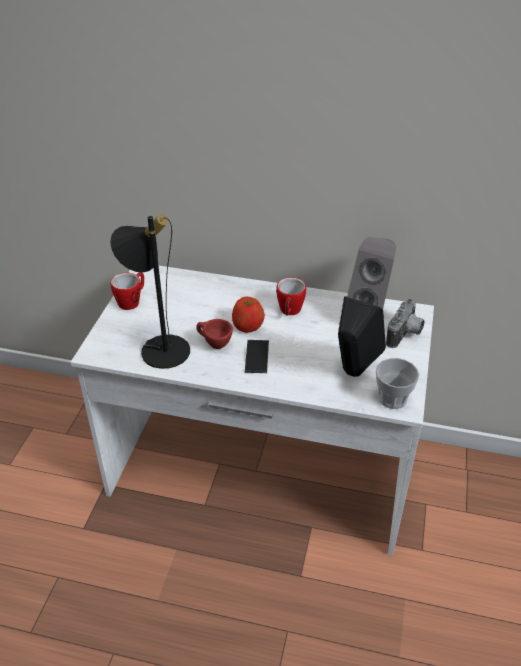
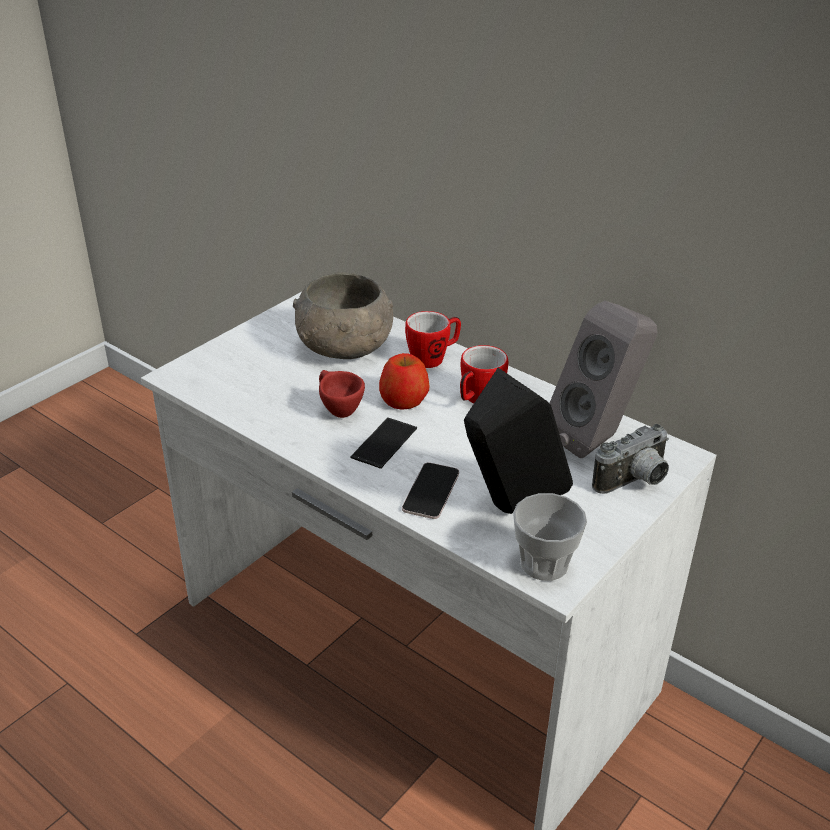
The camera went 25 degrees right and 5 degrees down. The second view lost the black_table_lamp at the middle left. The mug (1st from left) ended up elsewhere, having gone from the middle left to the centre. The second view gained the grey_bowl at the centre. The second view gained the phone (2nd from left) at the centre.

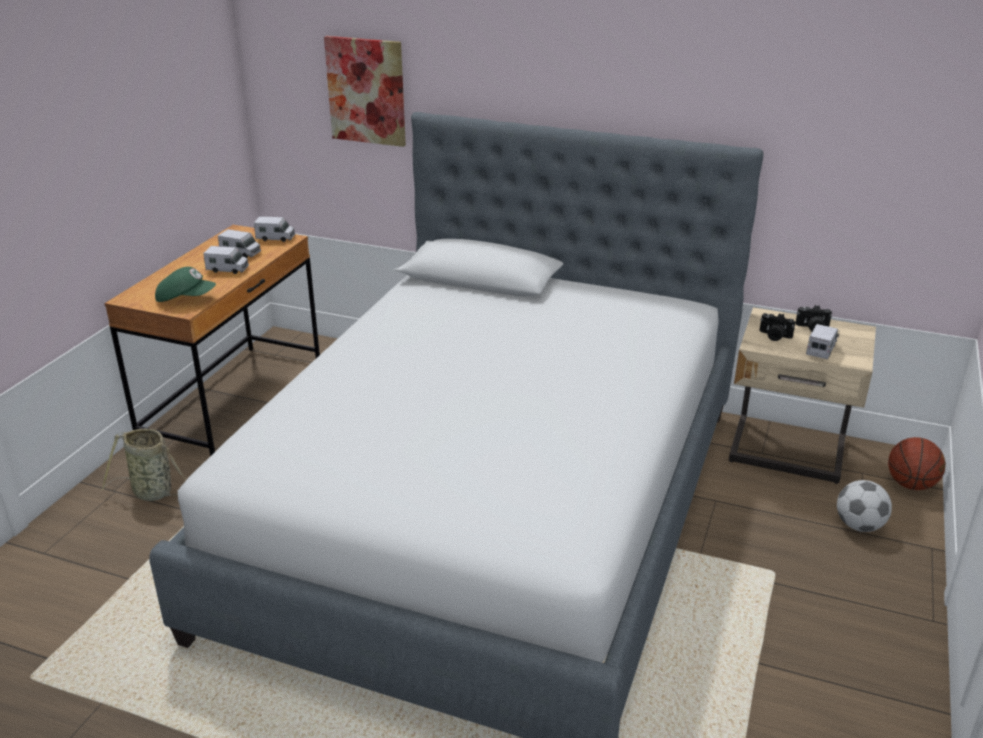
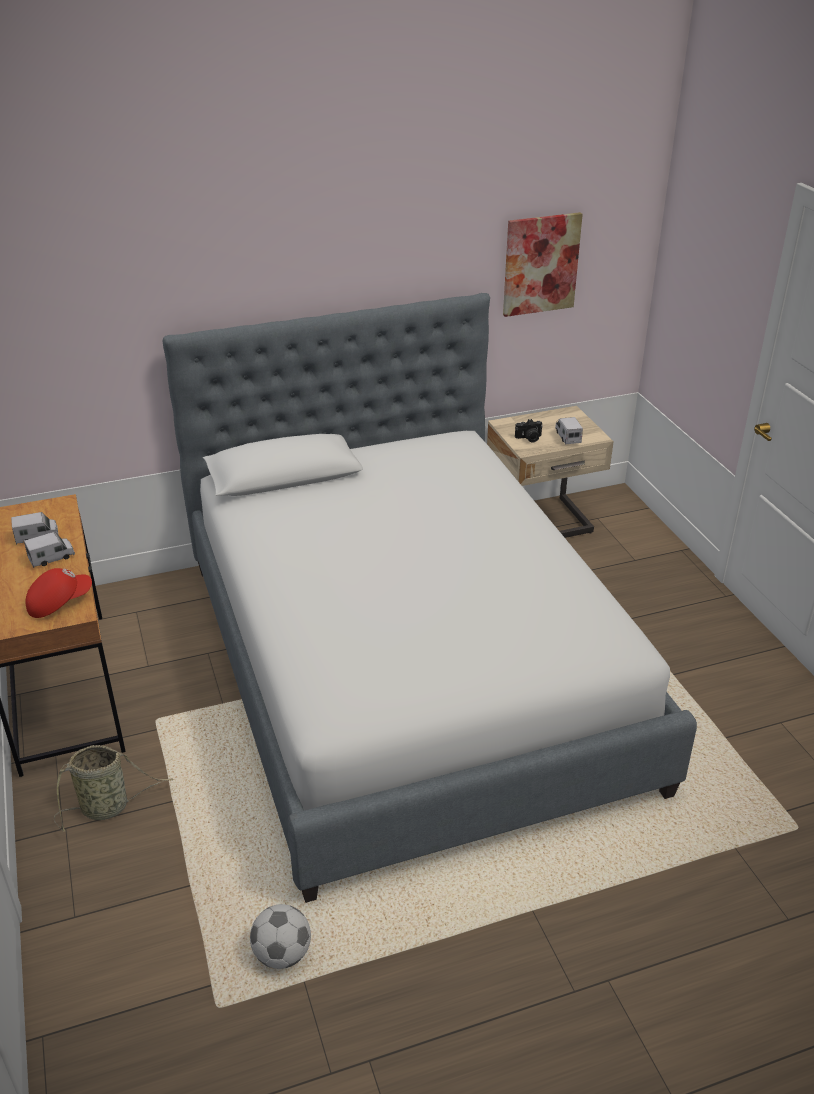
The camera went 40 degrees left and 5 degrees up. The picture ended up elsewhere, having gone from the top centre to the top right. The second view lost the toy_truck (3rd from left) at the top left. What was the green_cap at the middle left turned into the red_cap at the middle left. The second view lost the photo_camera (2nd from left) at the middle right. The second view lost the basketball at the middle right. The football ended up elsewhere, having gone from the bottom right to the bottom centre.

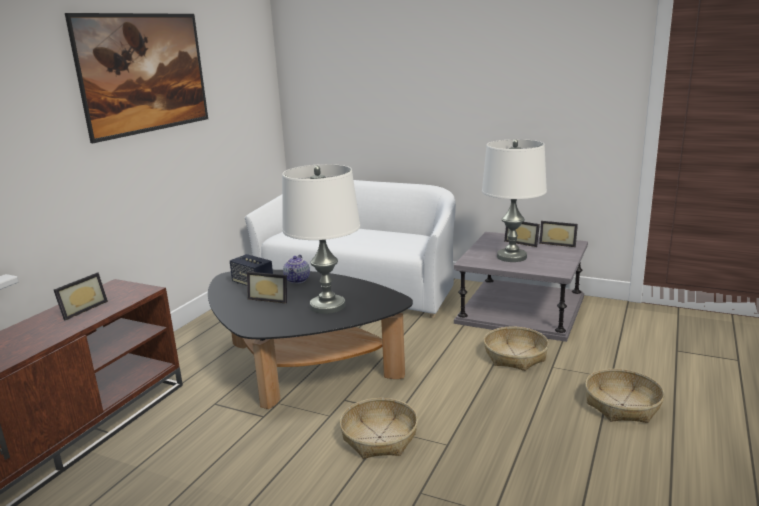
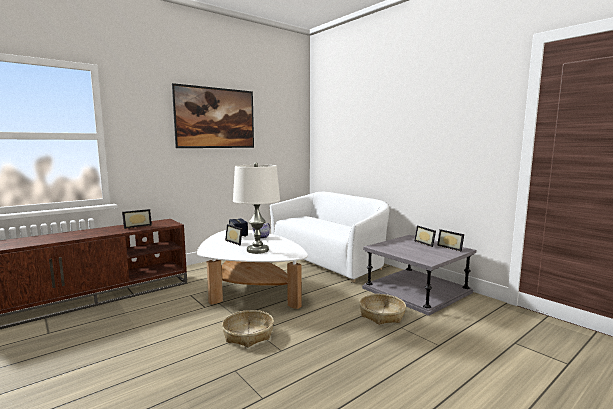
The camera went 25 degrees right and 10 degrees down. The second view lost the white_table_lamp (2nd from left) at the middle right. What was the black_coffee_table at the bottom centre turned into the white_coffee_table at the centre. The second view lost the basket (3rd from left) at the bottom right.

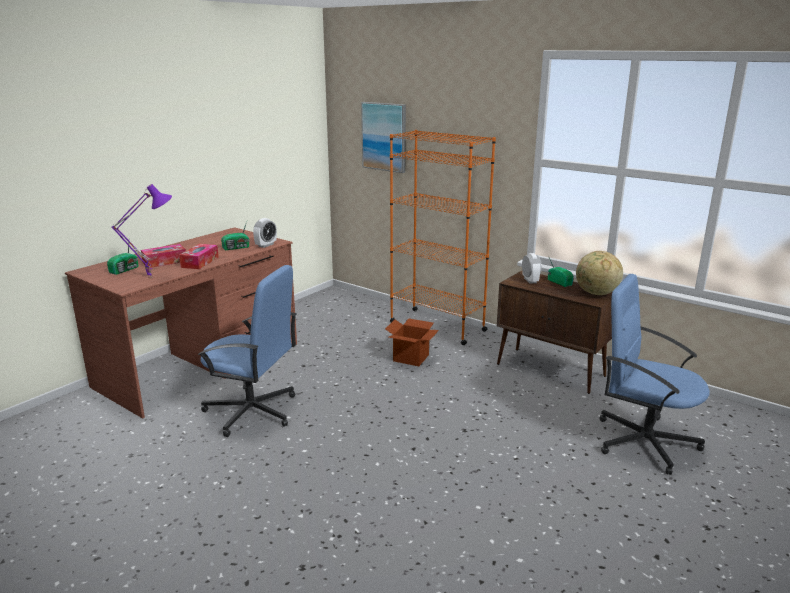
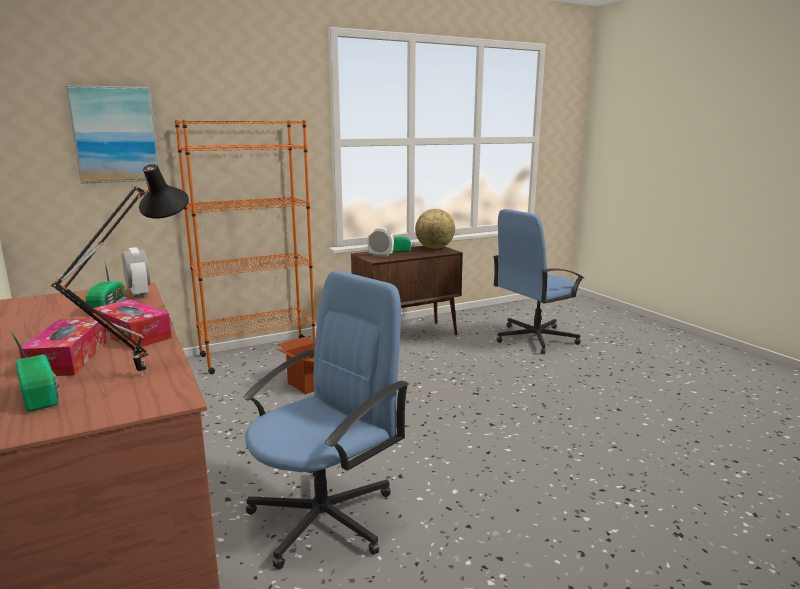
The camera went 65 degrees left and 5 degrees down. What was the purple_table_lamp at the middle left turned into the black_table_lamp at the middle left.

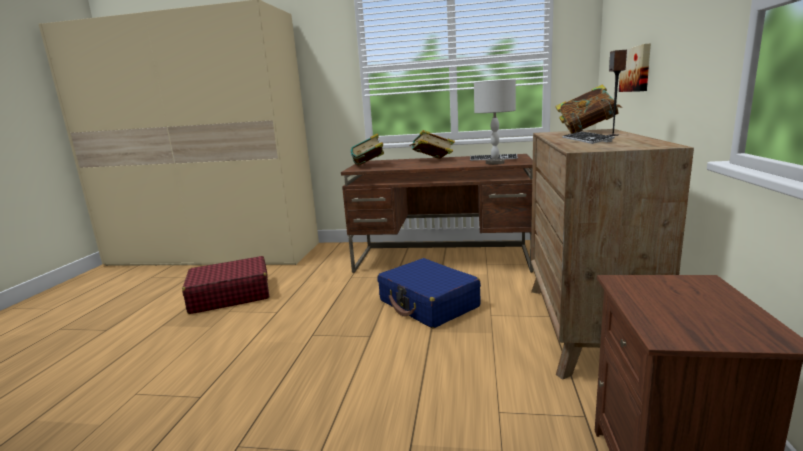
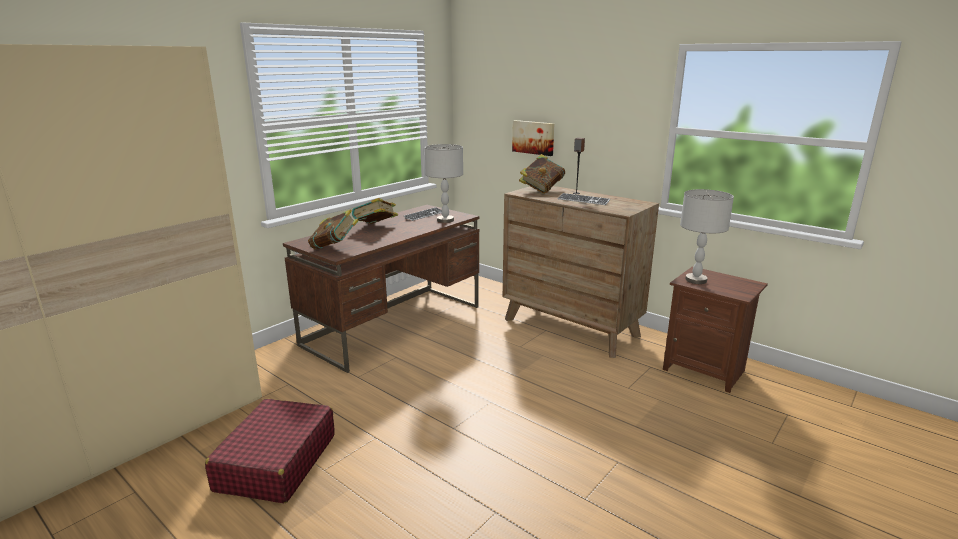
The camera went 60 degrees left and 5 degrees up. The second view lost the blue_suitcase at the centre. The second view gained the grey_table_lamp (2nd from left) at the middle right.

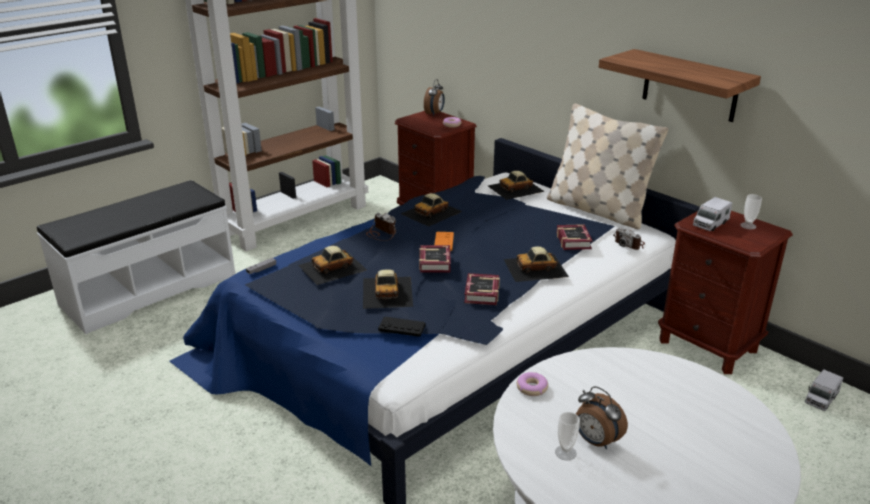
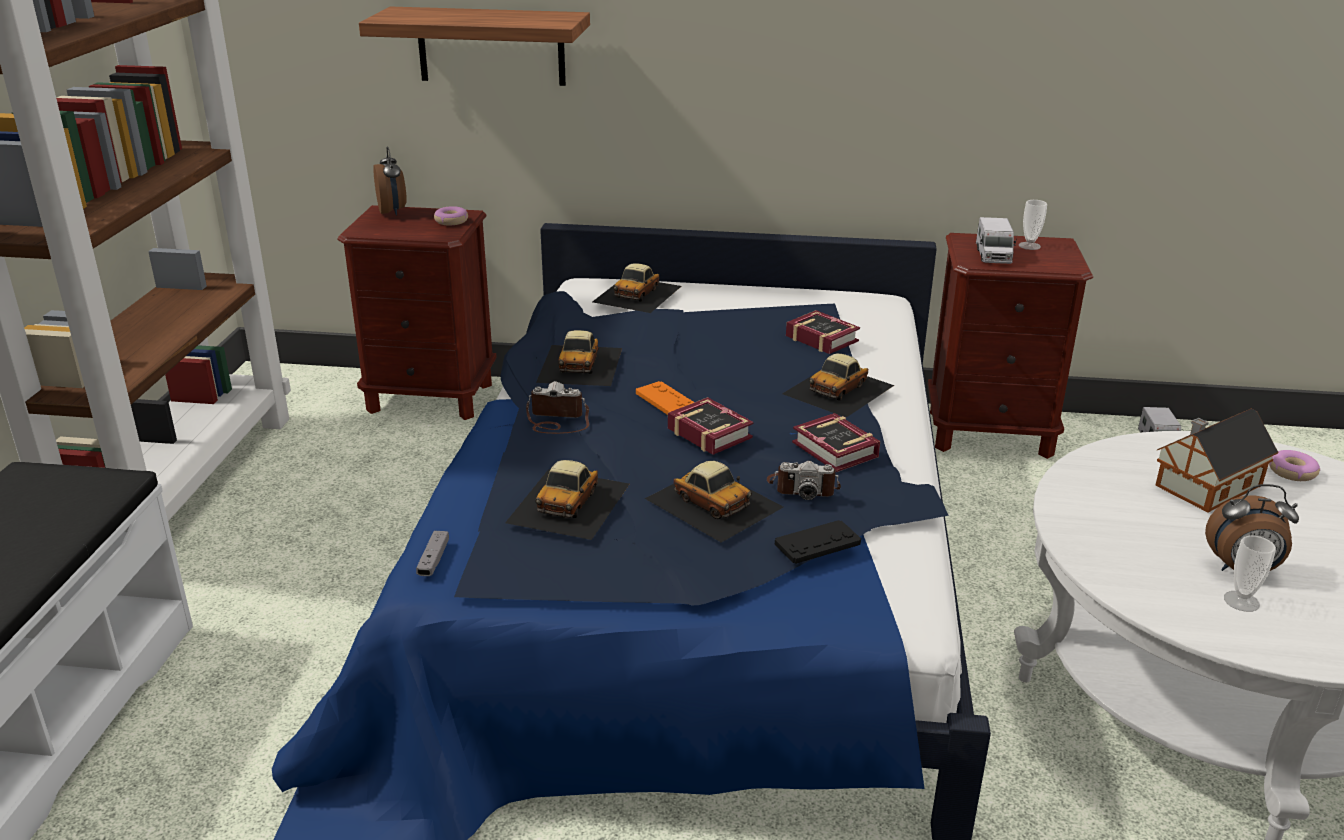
The camera went 40 degrees left and 0 degrees up. The shelf ended up elsewhere, having gone from the top right to the top centre. The second view lost the beige_pillow at the top right. The photo_camera (2nd from left) ended up elsewhere, having gone from the middle right to the centre. The donut (2nd from left) ended up elsewhere, having gone from the bottom centre to the middle right. The second view gained the toy_house at the middle right.

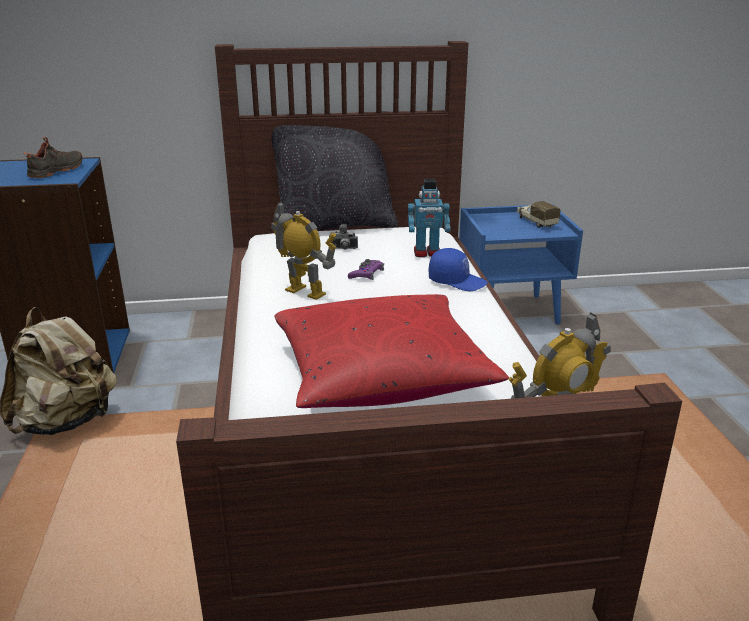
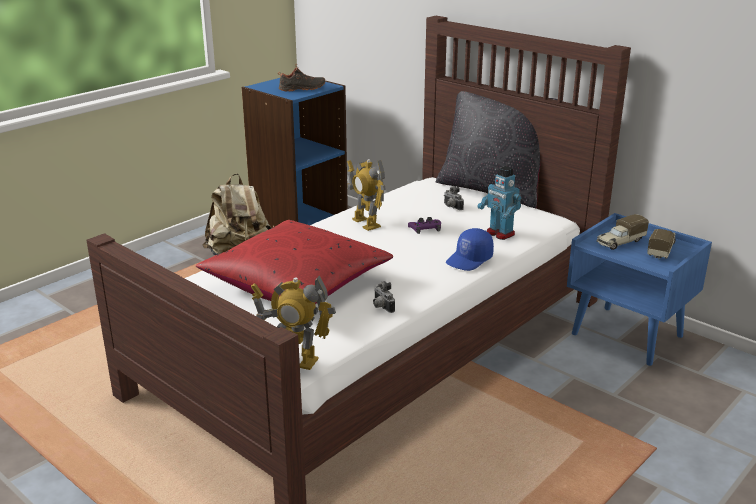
The camera went 50 degrees right and 0 degrees up. The toy_robot (1st from left in the first image) at the centre ended up facing another way, 150 degrees clockwise from before. The blue_cap at the centre ended up facing another way, 60 degrees clockwise from before. The second view gained the toy_truck (1st from left) at the middle right. The second view gained the photo_camera (1st from left) at the centre.

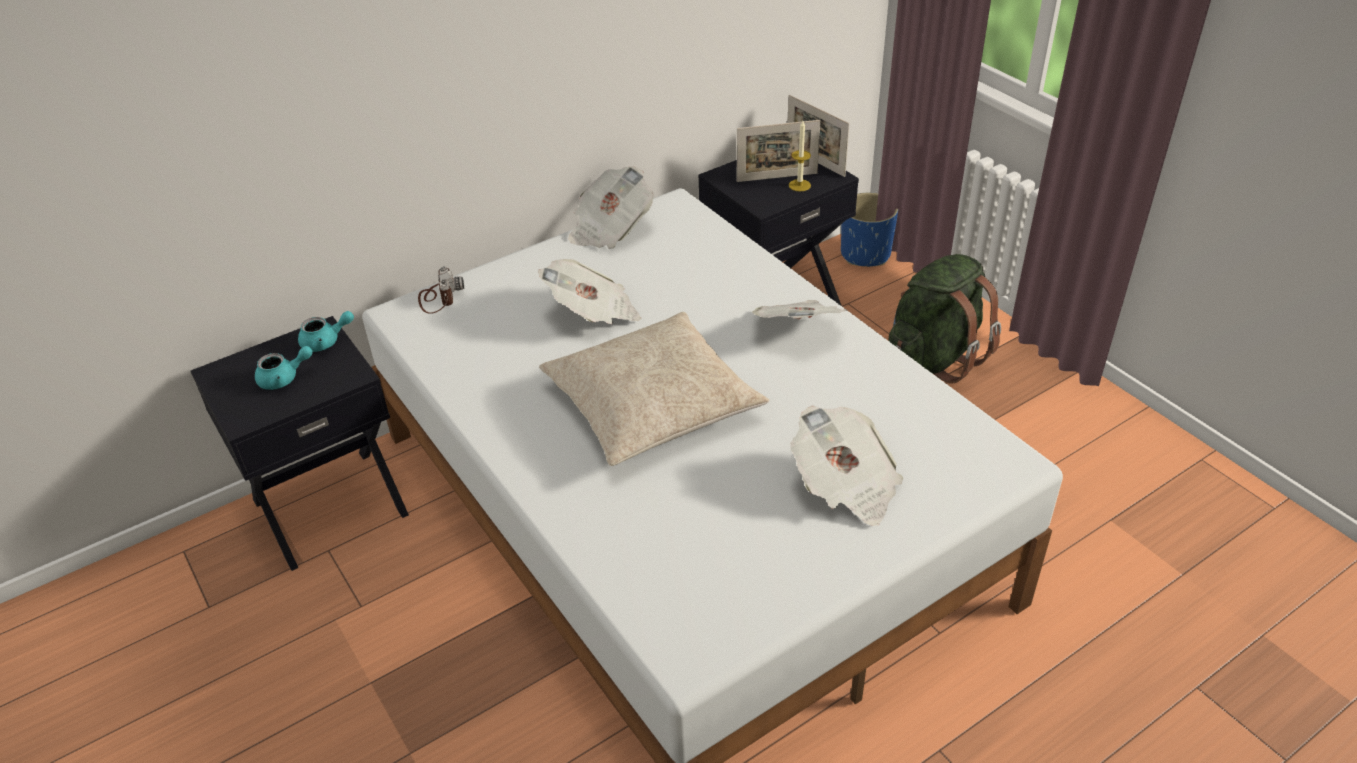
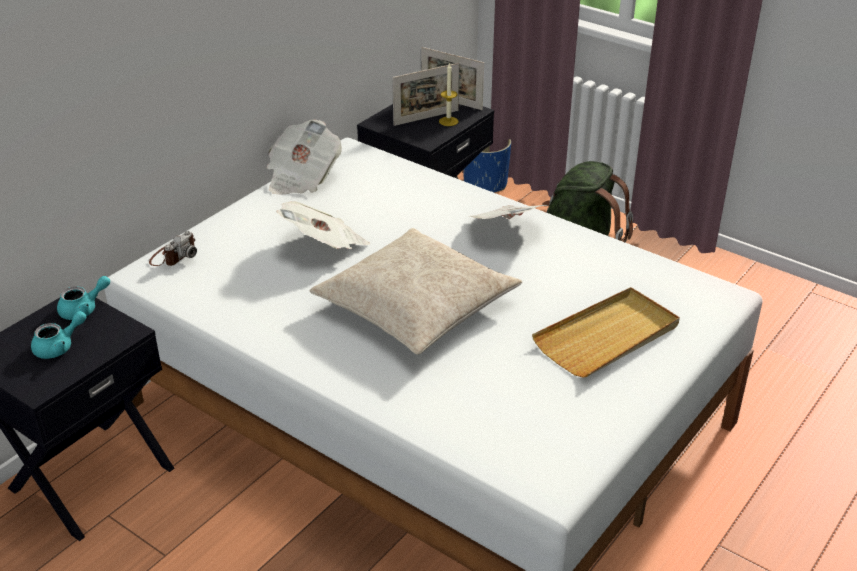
The camera went 20 degrees left and 5 degrees down. The photo_camera at the middle left ended up facing another way, 60 degrees clockwise from before. Where the newspaper (4th from left) stood at the centre, the beige_tray came to stand at the middle right.

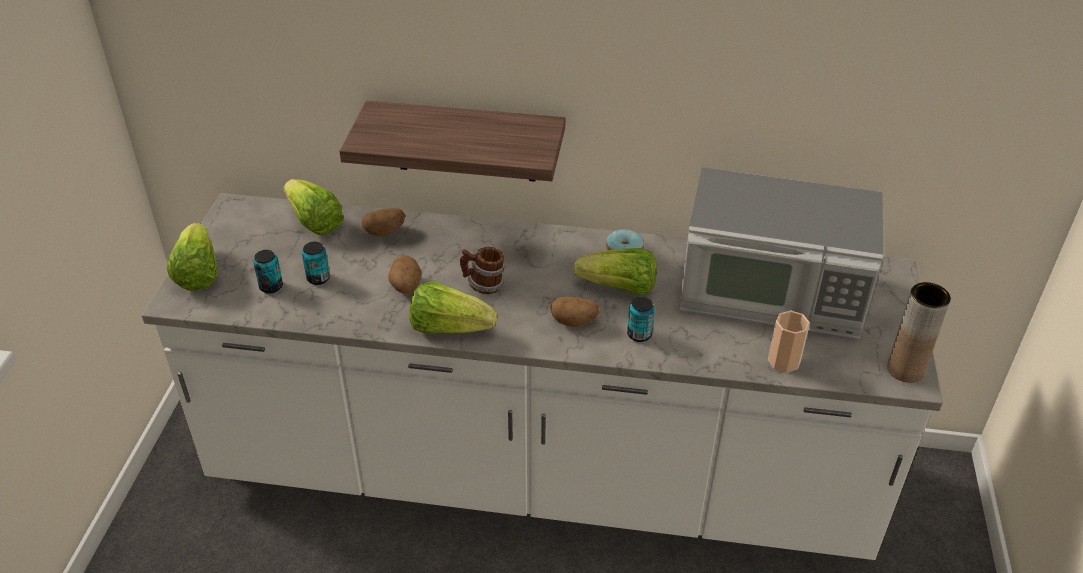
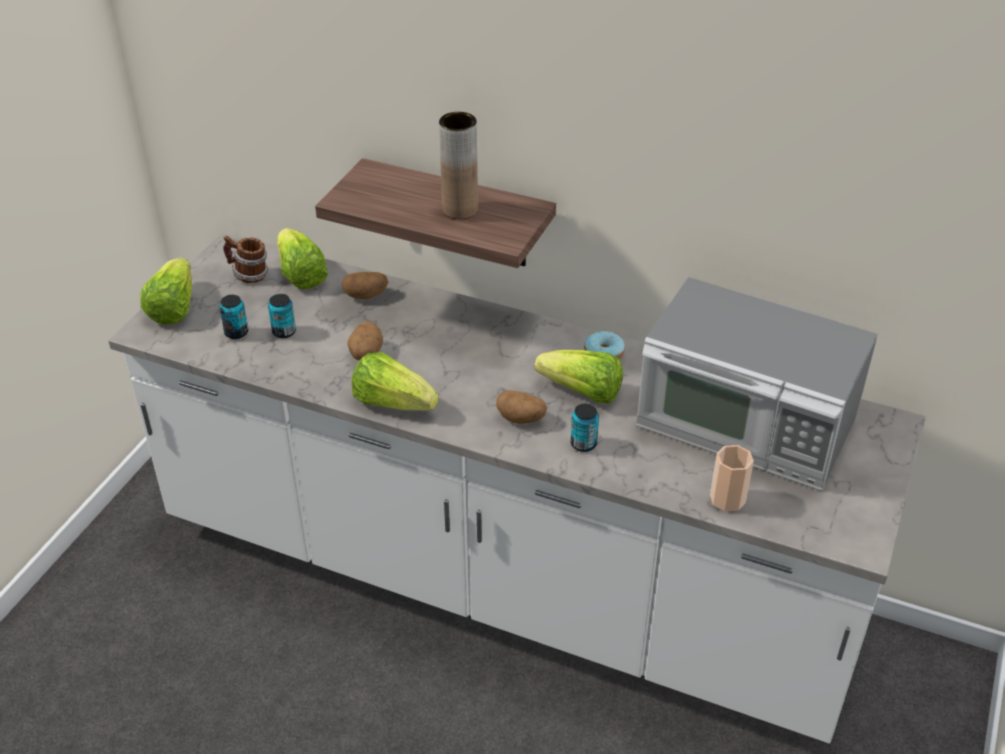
The camera went 15 degrees right and 0 degrees up. The mug ended up elsewhere, having gone from the centre to the middle left. The brown_vase ended up elsewhere, having gone from the middle right to the top centre.

